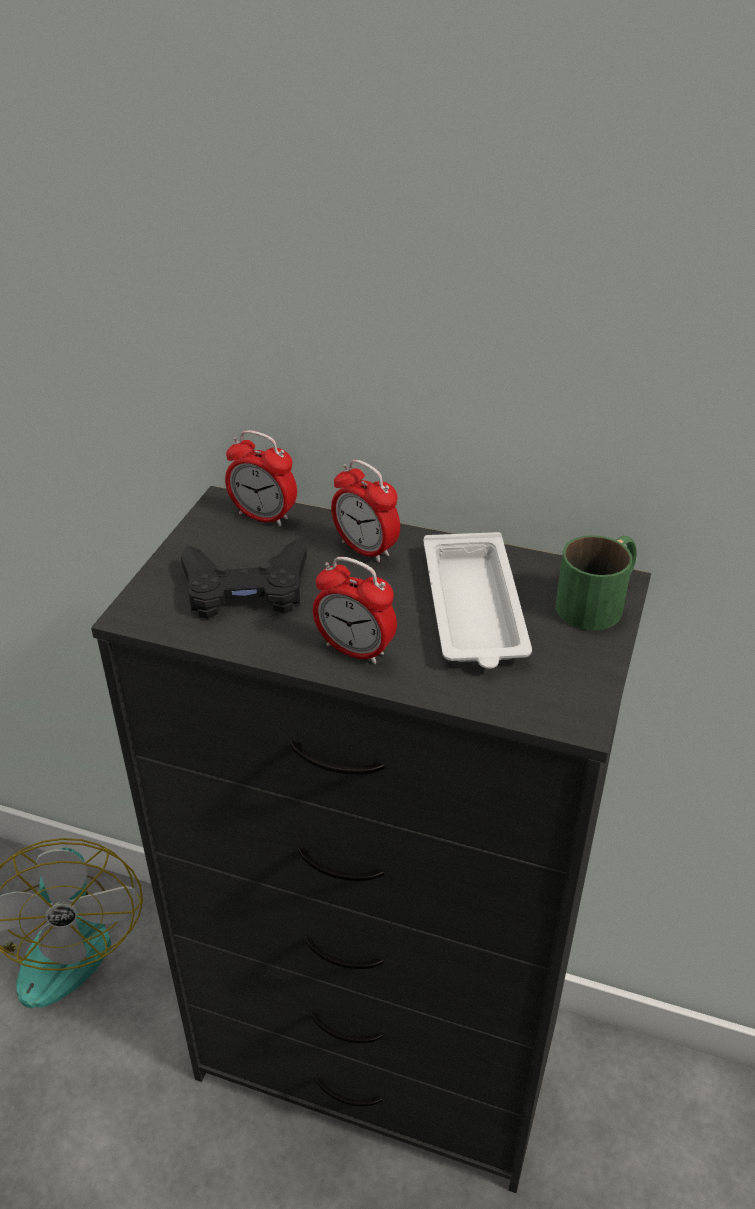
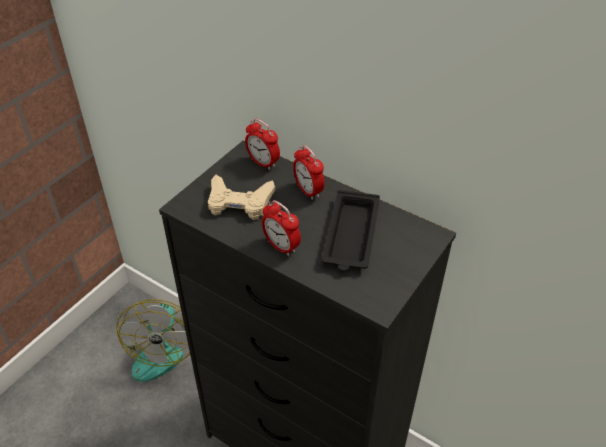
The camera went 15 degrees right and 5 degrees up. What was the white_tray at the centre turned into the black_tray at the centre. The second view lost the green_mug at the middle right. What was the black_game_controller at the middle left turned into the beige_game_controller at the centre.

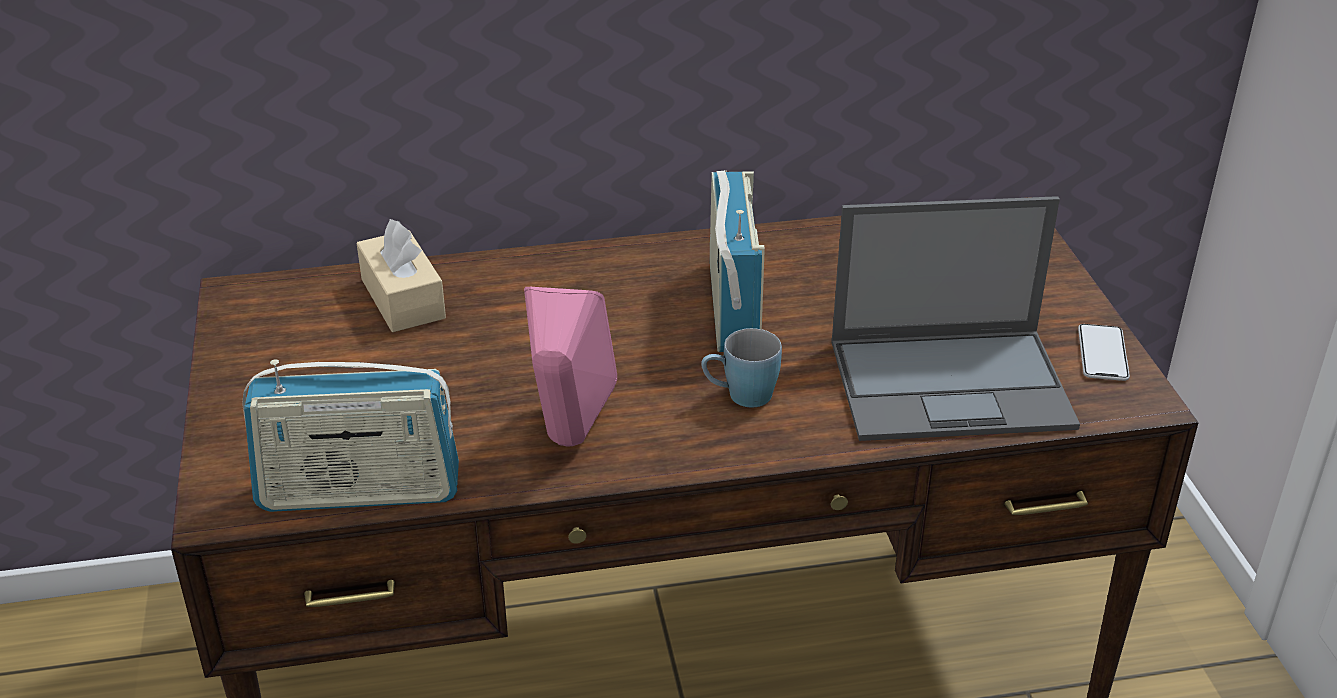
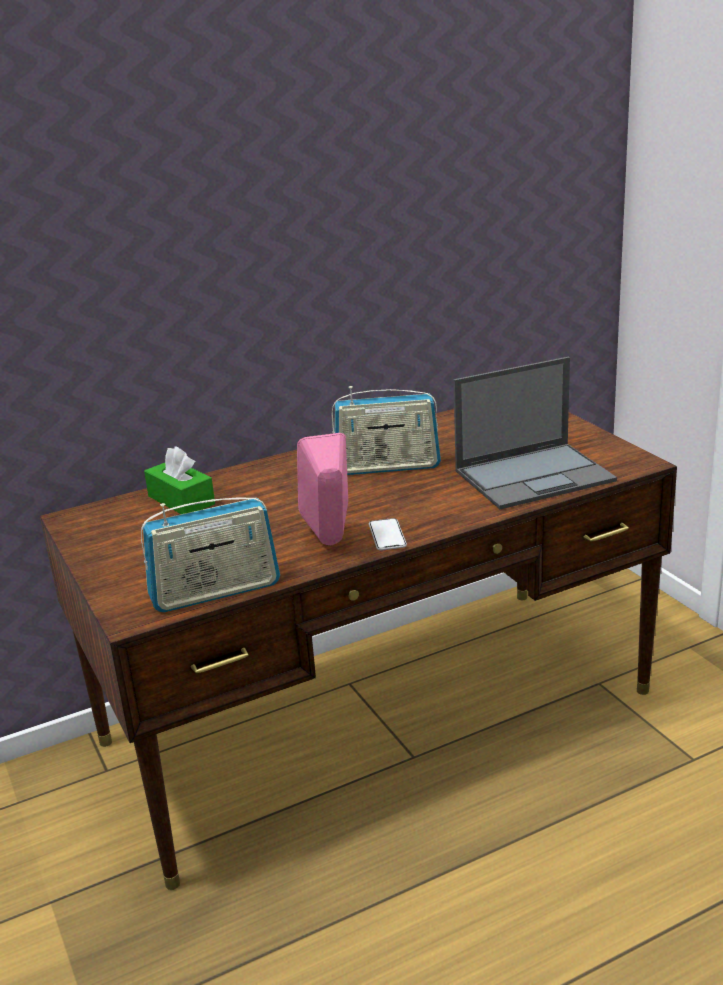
The camera went 15 degrees left and 10 degrees down. The radio (2nd from left) at the centre ended up facing another way, 105 degrees clockwise from before. What was the beige_tissue_box at the middle left turned into the green_tissue_box at the middle left. The phone ended up elsewhere, having gone from the middle right to the centre. The second view lost the blue_mug at the centre.

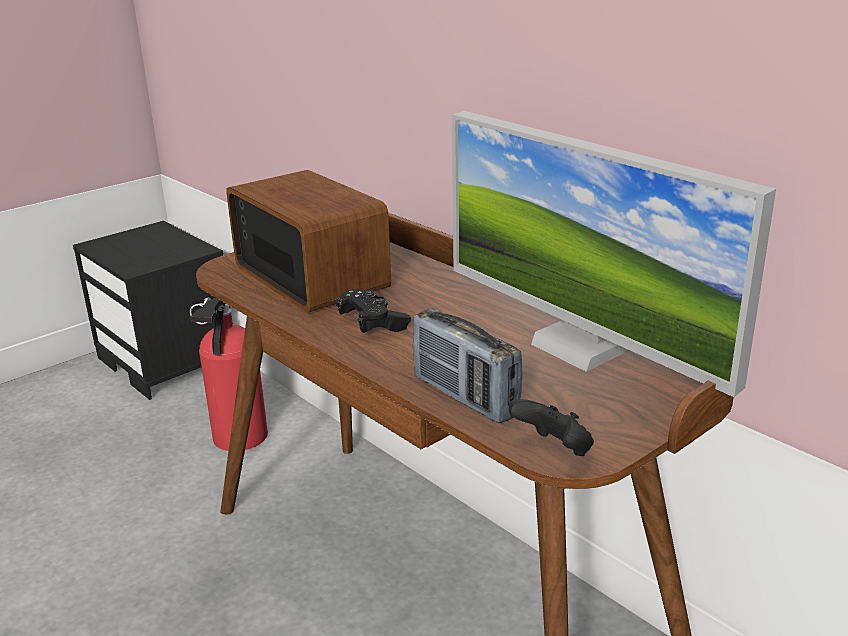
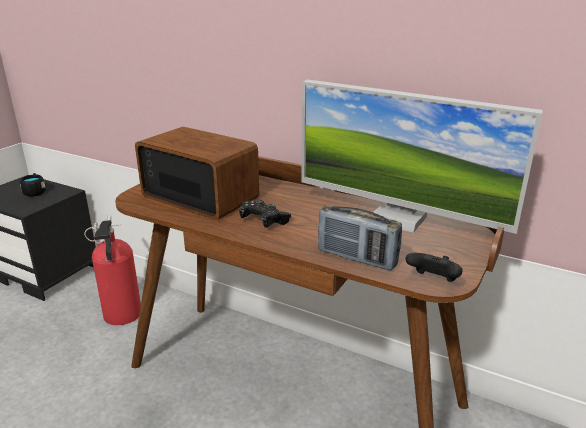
The camera went 20 degrees left and 0 degrees up. The second view gained the black_mug at the middle left.

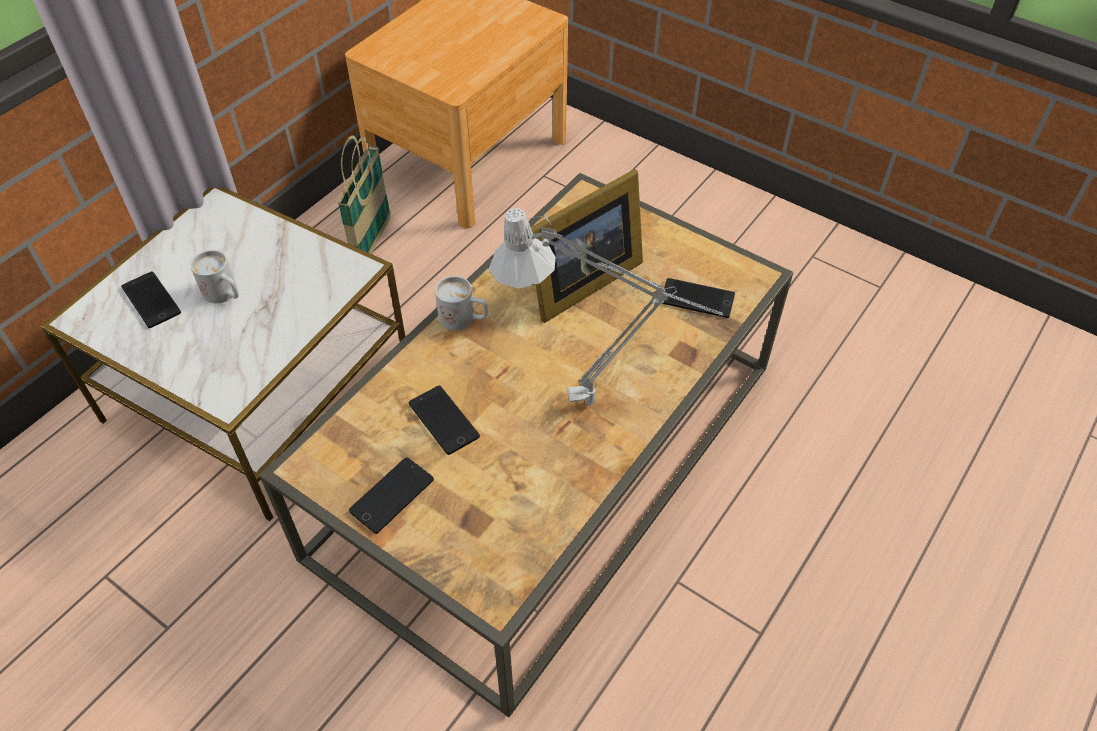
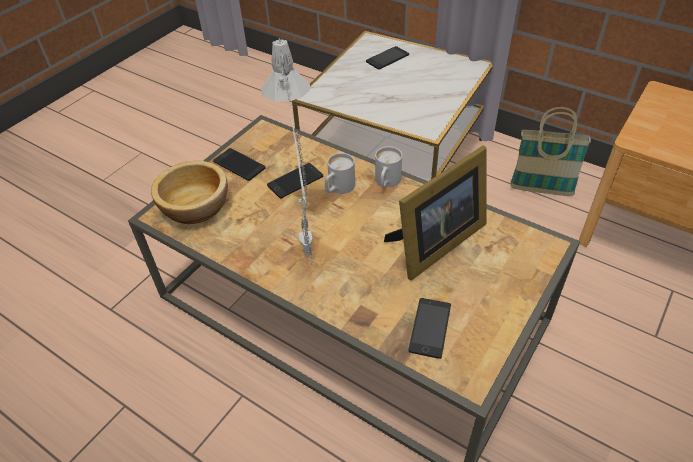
The camera went 90 degrees right and 5 degrees down. The picture_frame at the centre ended up facing another way, 90 degrees counterclockwise from before. The white_mug (1st from left) ended up elsewhere, having gone from the middle left to the centre. The second view gained the bowl at the middle left.

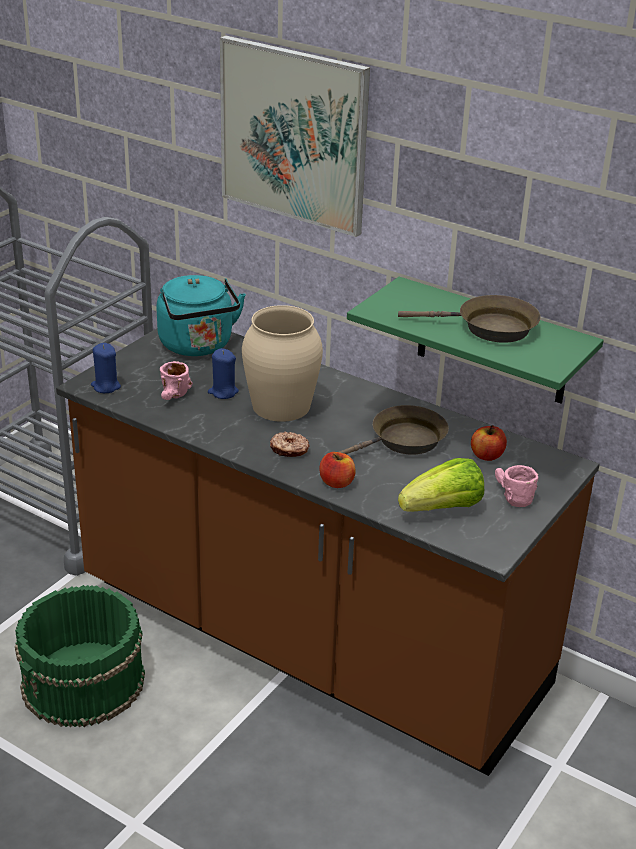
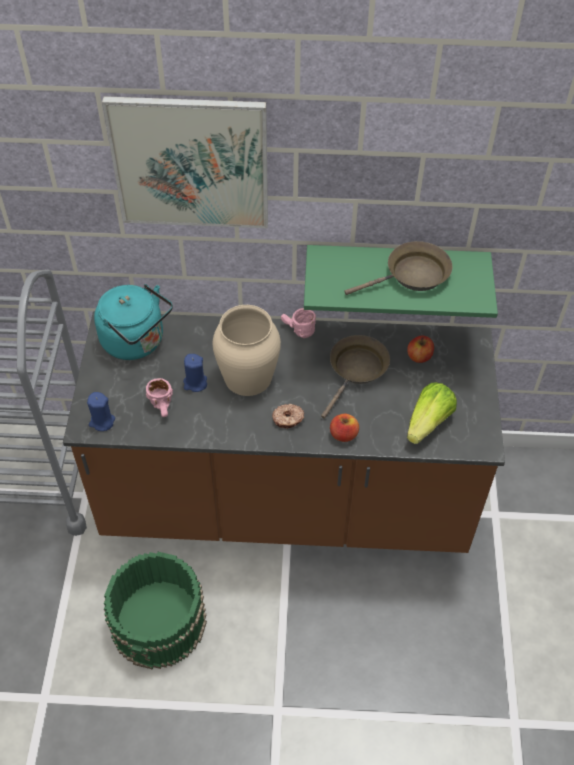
The camera went 30 degrees left and 20 degrees up. The pink_mug (2nd from left) ended up elsewhere, having gone from the middle right to the centre.

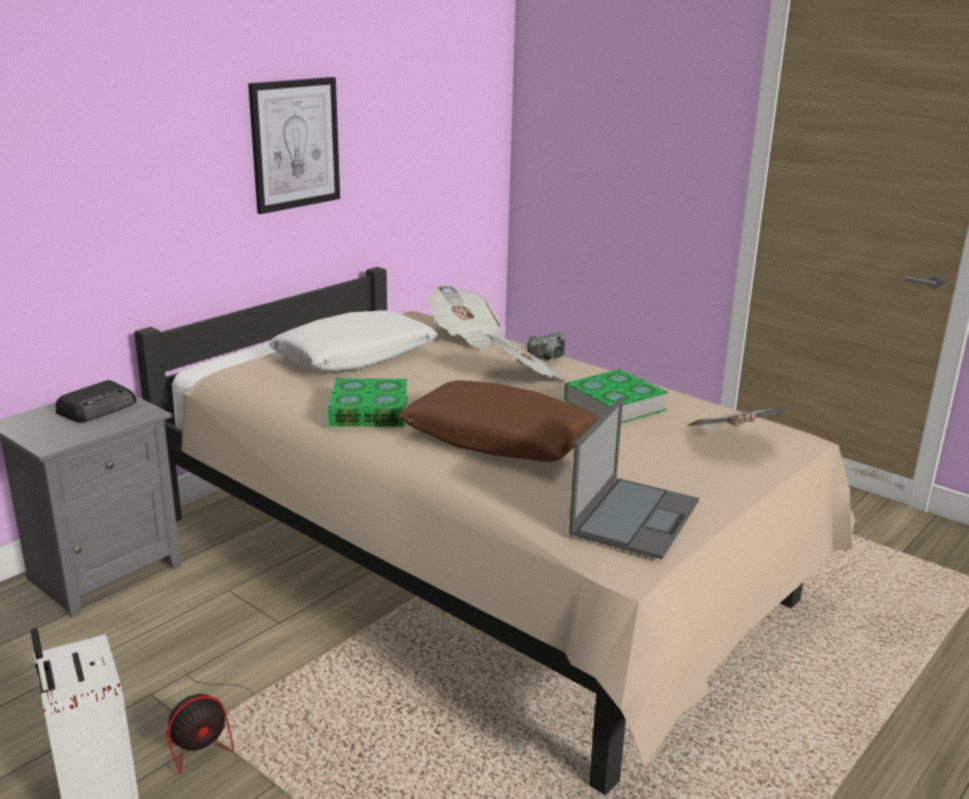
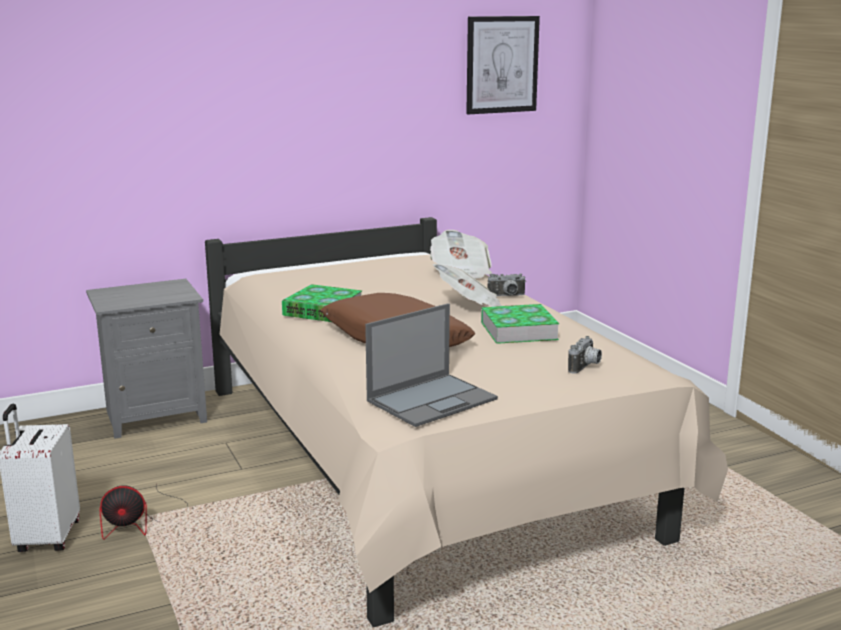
The camera went 25 degrees right and 5 degrees down. The picture ended up elsewhere, having gone from the top left to the top centre. The second view lost the white_pillow at the centre. The second view lost the radio at the middle left. Where the newspaper (3rd from left) stood at the middle right, the photo_camera (2nd from left) came to stand at the middle right.

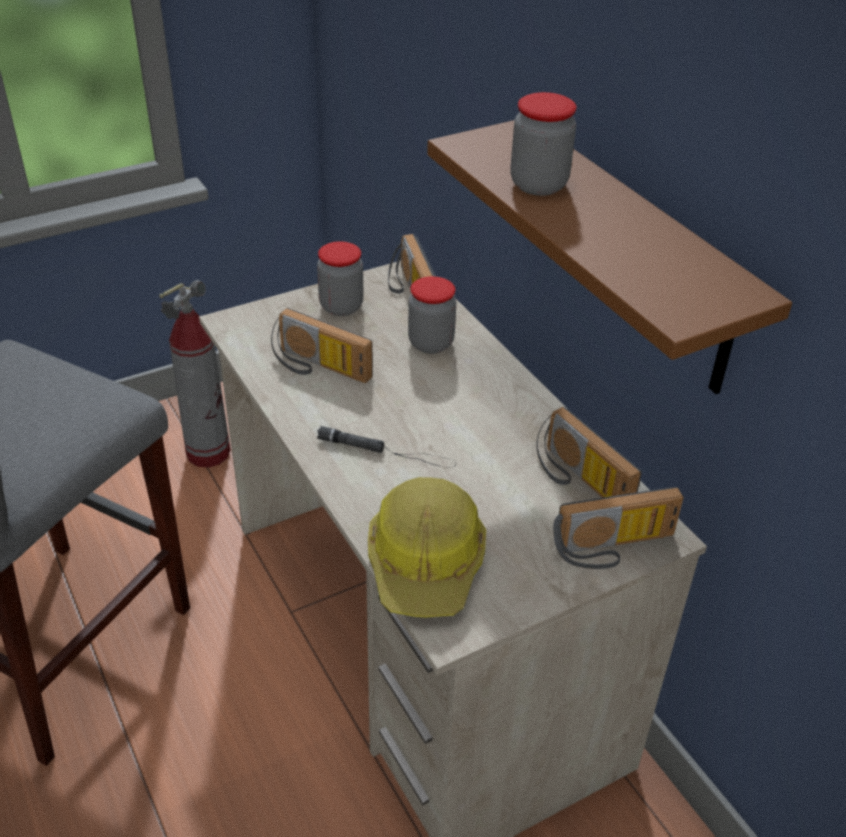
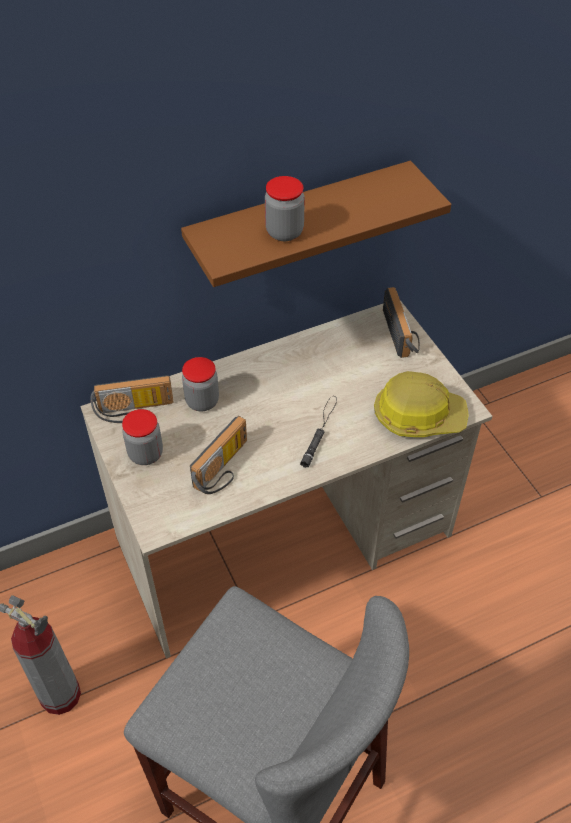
The camera went 85 degrees left and 10 degrees up. The second view lost the radio (3rd from left) at the middle right.

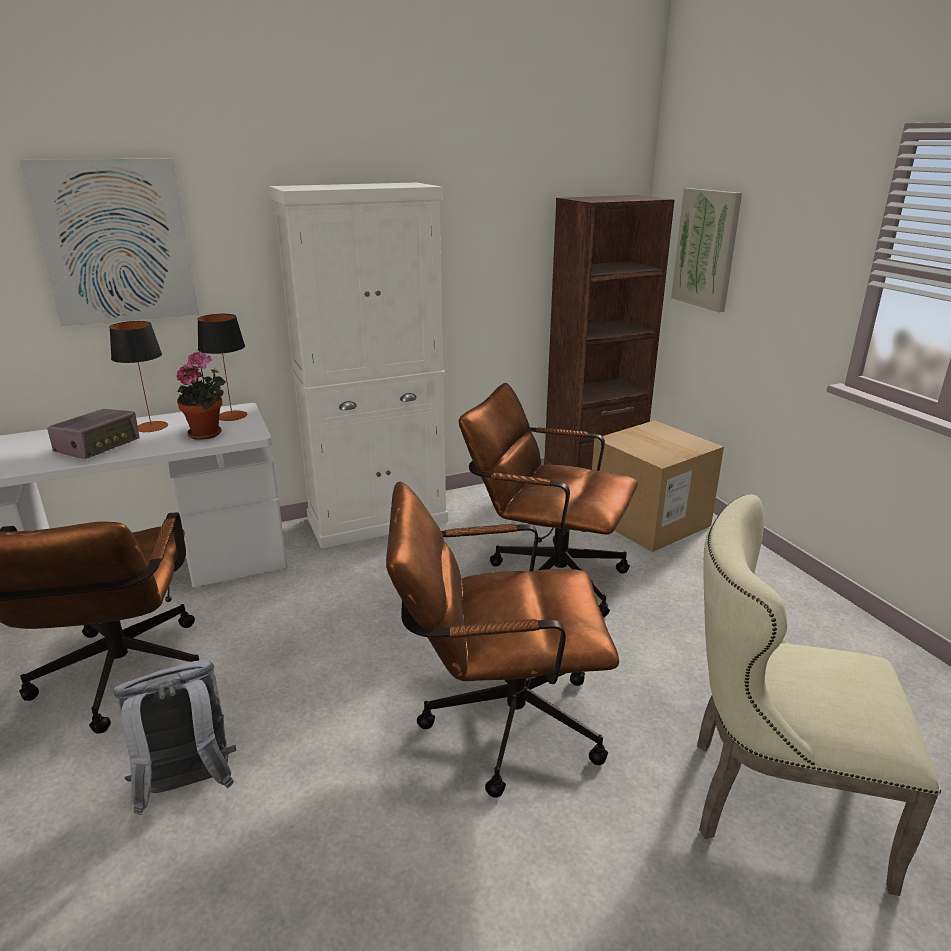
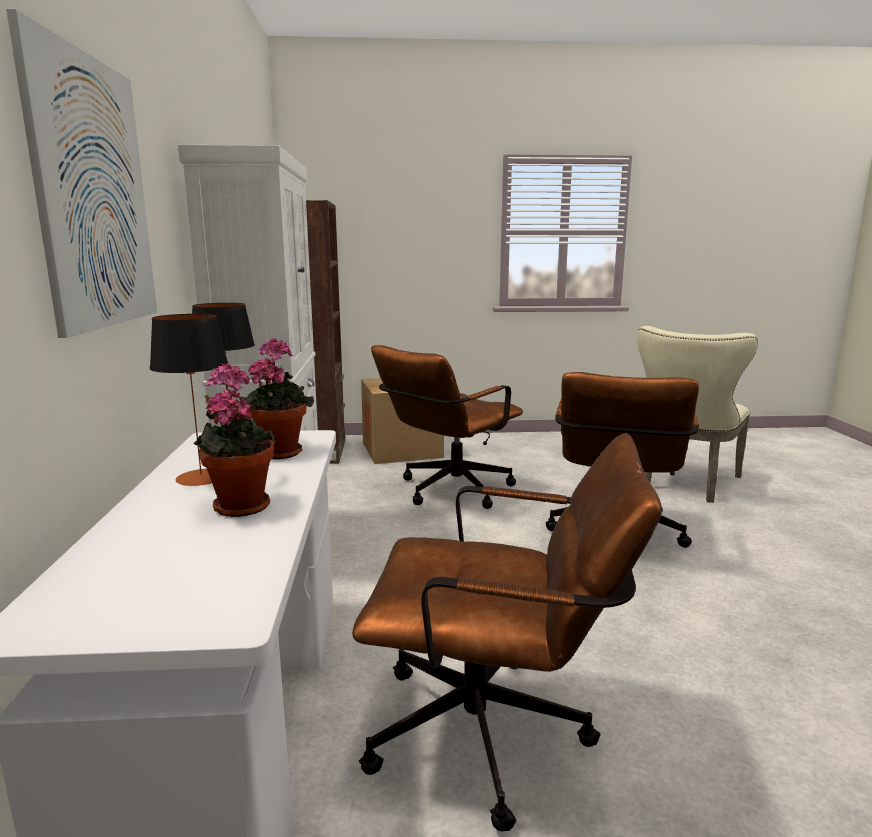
The camera went 70 degrees left and 10 degrees down. The second view lost the picture (2nd from left) at the top right. Where the radio stood at the middle left, the potted_plant (1st from left) came to stand at the middle left. The second view lost the grey_backpack at the bottom left.

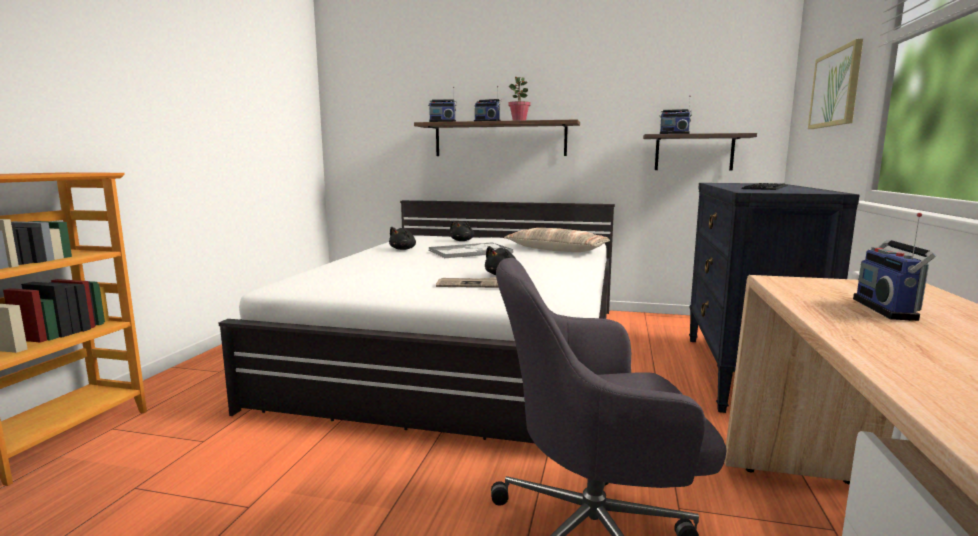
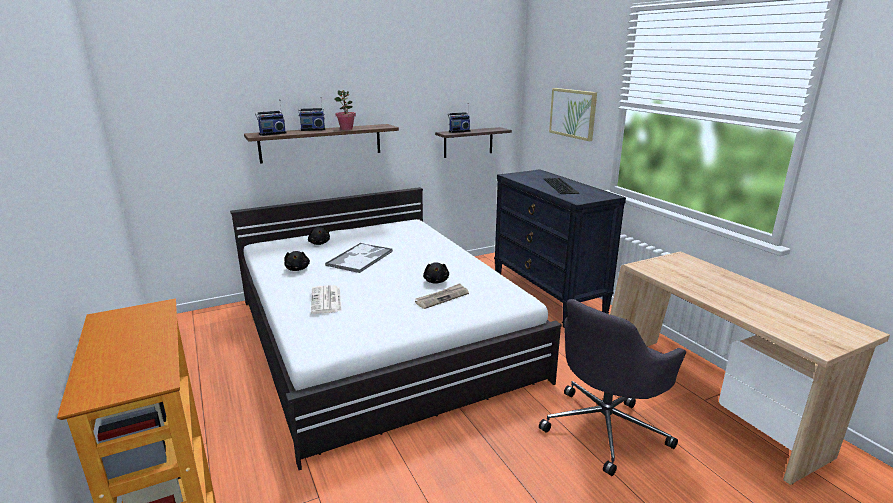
The camera went 40 degrees left and 10 degrees up. The second view lost the radio (4th from left) at the middle right. The second view lost the pillow at the centre. The second view gained the newspaper (1st from left) at the centre.

